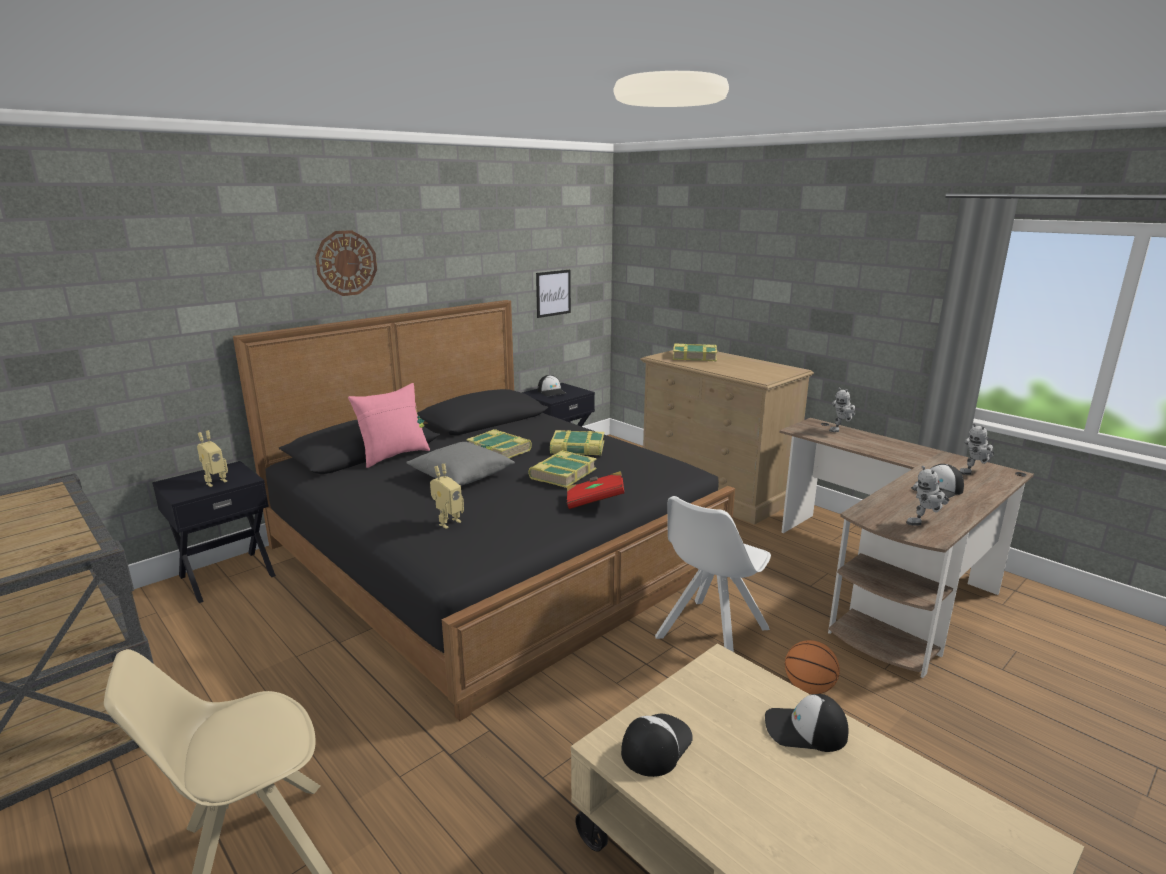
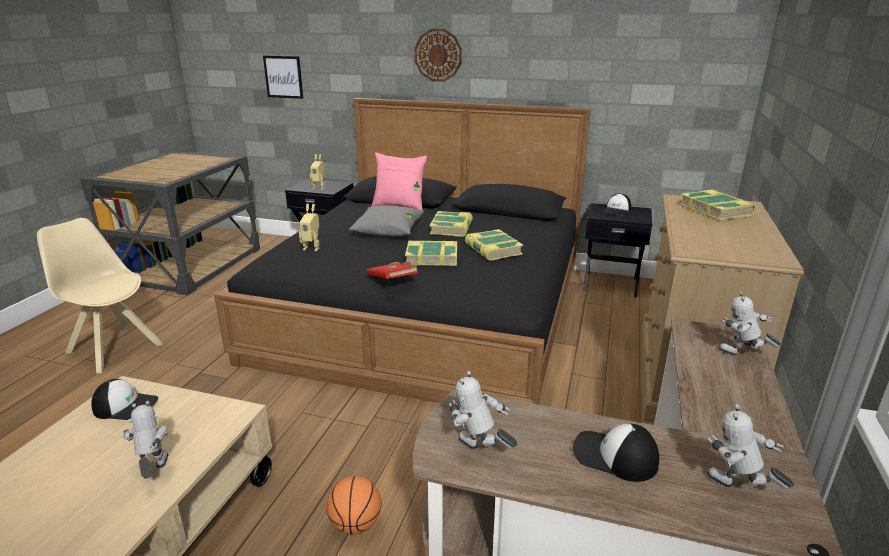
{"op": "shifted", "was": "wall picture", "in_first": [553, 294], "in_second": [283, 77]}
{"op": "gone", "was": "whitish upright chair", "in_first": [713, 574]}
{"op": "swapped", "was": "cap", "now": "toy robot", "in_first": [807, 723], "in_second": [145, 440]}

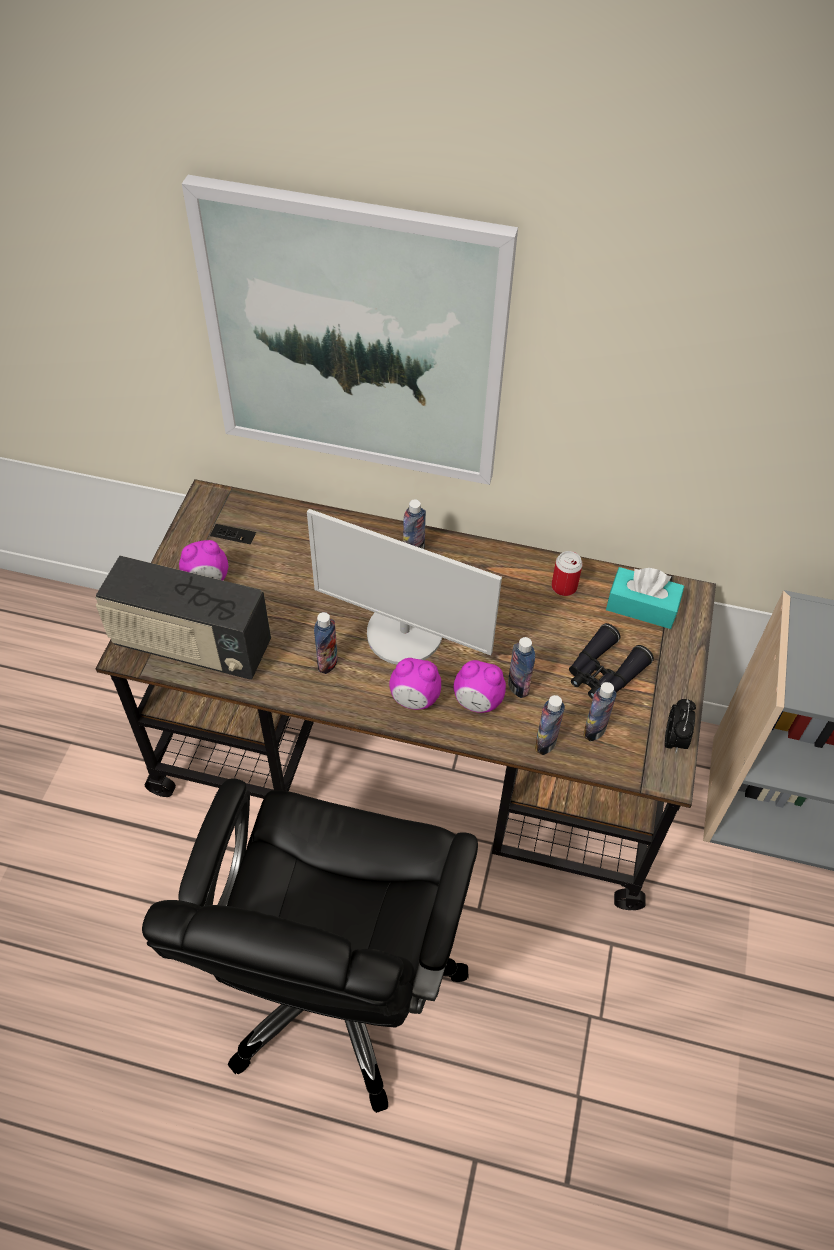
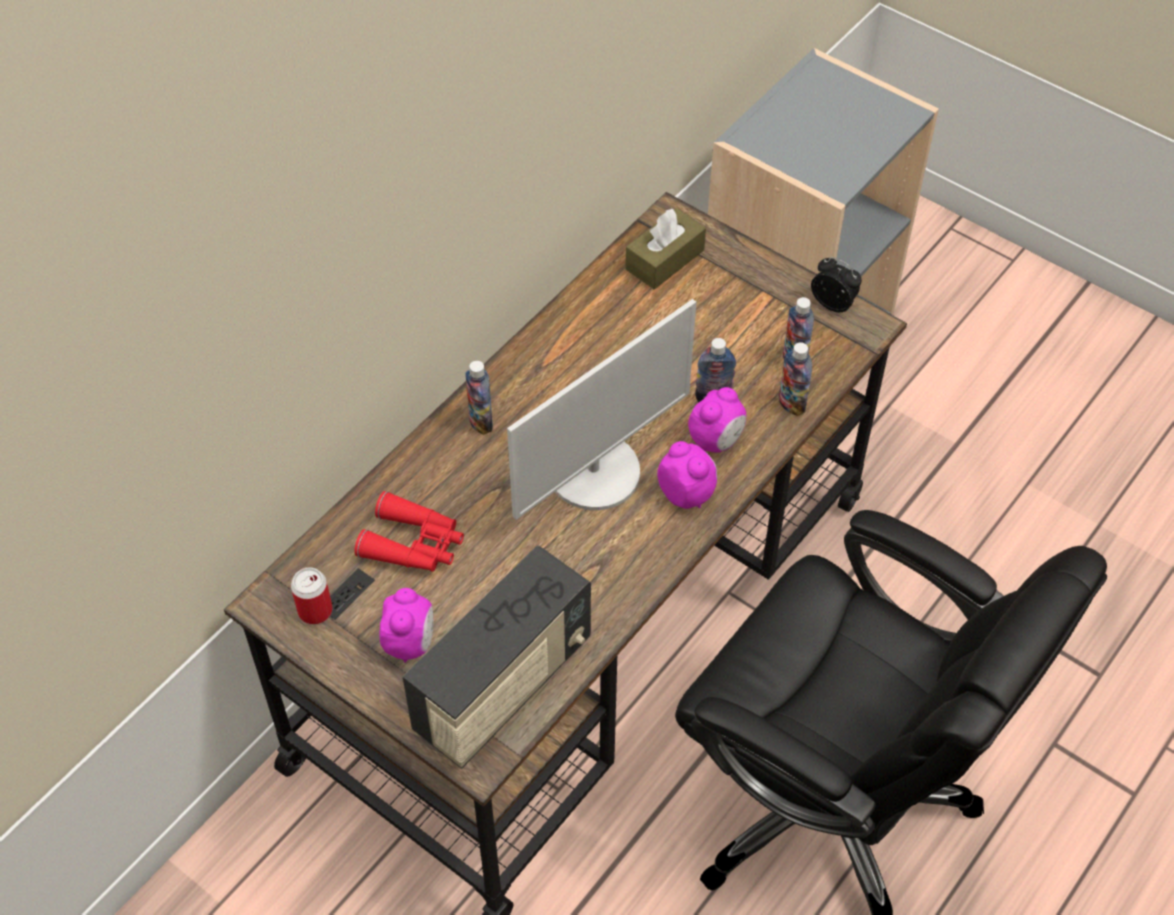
{"op": "gone", "was": "wall picture", "in_first": [350, 330]}
{"op": "shifted", "was": "can", "in_first": [567, 573], "in_second": [312, 595]}
{"op": "repainted", "was": "blue-green tissue box", "now": "brown tissue box", "in_first": [645, 598], "in_second": [665, 248]}
{"op": "gone", "was": "beverage bottle", "in_first": [326, 643]}
{"op": "gone", "was": "black-coloured field glasses", "in_first": [611, 661]}
{"op": "rotated", "was": "bedside clock", "in_first": [415, 684], "in_second": [687, 475], "clockwise": -75}
{"op": "new", "now": "red field glasses", "in_second": [409, 531]}

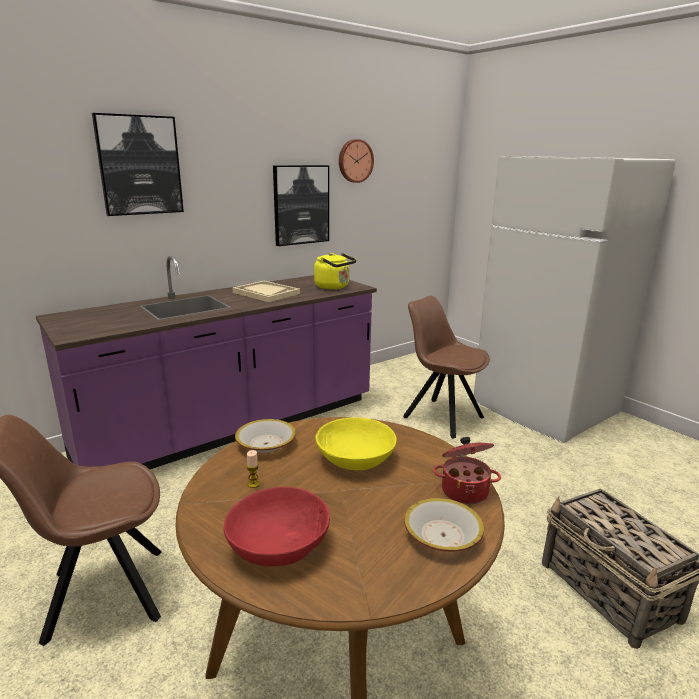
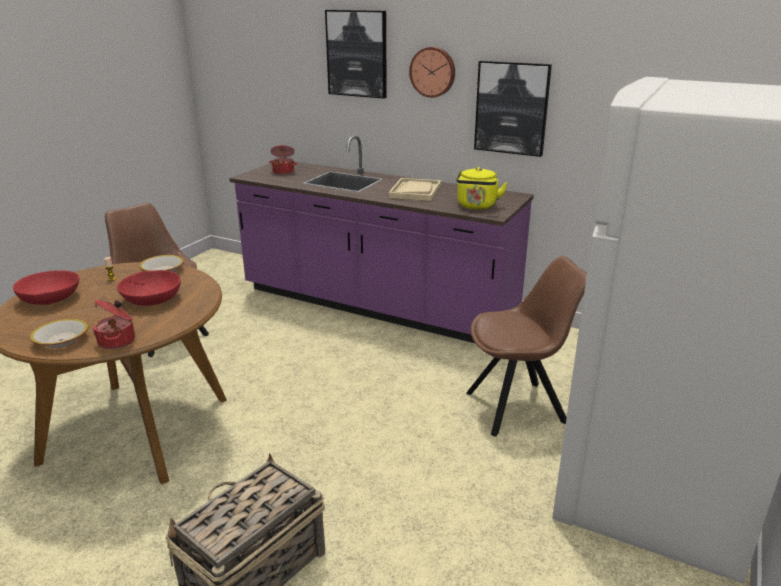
{"op": "shifted", "was": "hanging clock", "in_first": [356, 161], "in_second": [432, 72]}
{"op": "rotated", "was": "brown upright chair", "in_first": [446, 367], "in_second": [526, 346], "clockwise": 60}
{"op": "repainted", "was": "yellow bowl", "now": "red bowl", "in_first": [356, 443], "in_second": [149, 288]}
{"op": "new", "now": "cooking pot", "in_second": [283, 160]}

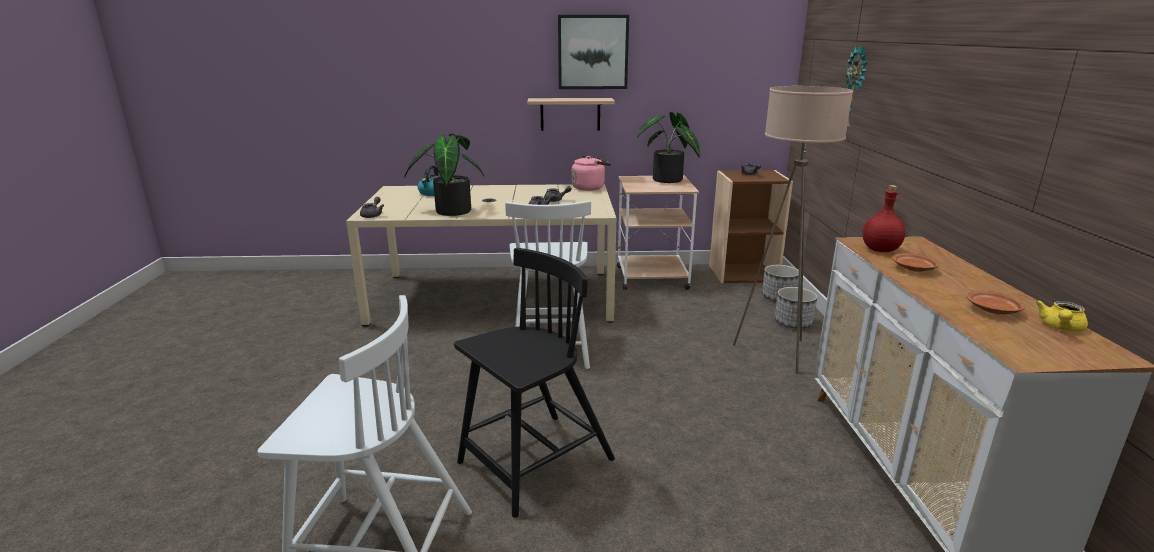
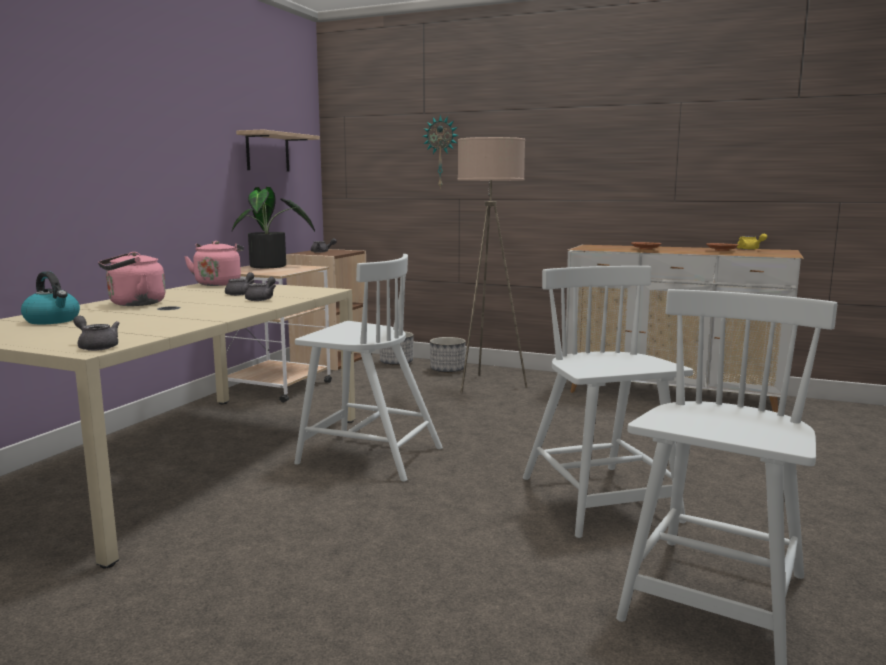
{"op": "gone", "was": "wall picture", "in_first": [593, 52]}
{"op": "shifted", "was": "shelf", "in_first": [571, 114], "in_second": [278, 150]}
{"op": "gone", "was": "potted plant", "in_first": [444, 174]}
{"op": "gone", "was": "red beverage bottle", "in_first": [884, 218]}
{"op": "repainted", "was": "black-coloured upright chair", "now": "whitish upright chair", "in_first": [534, 383], "in_second": [608, 402]}
{"op": "new", "now": "pink-coloured kettle", "in_second": [132, 279]}

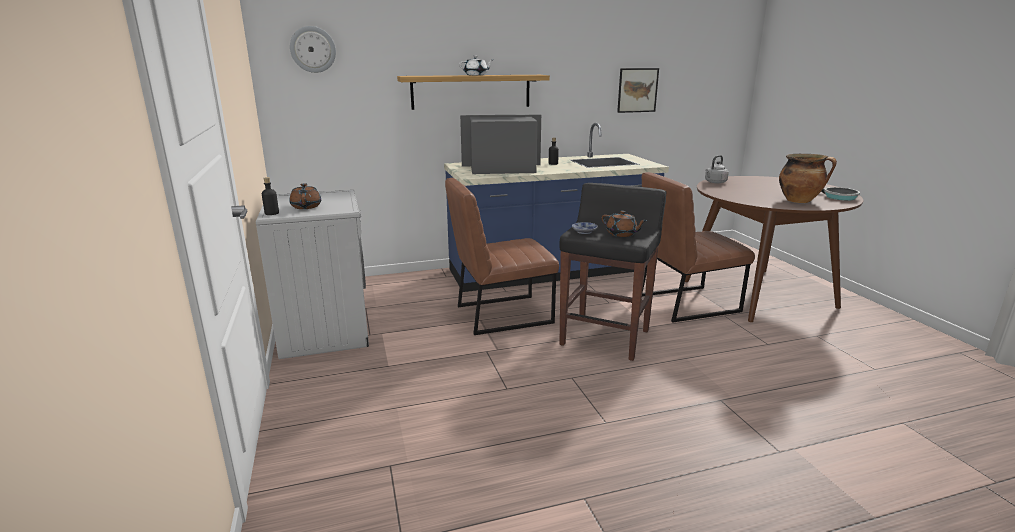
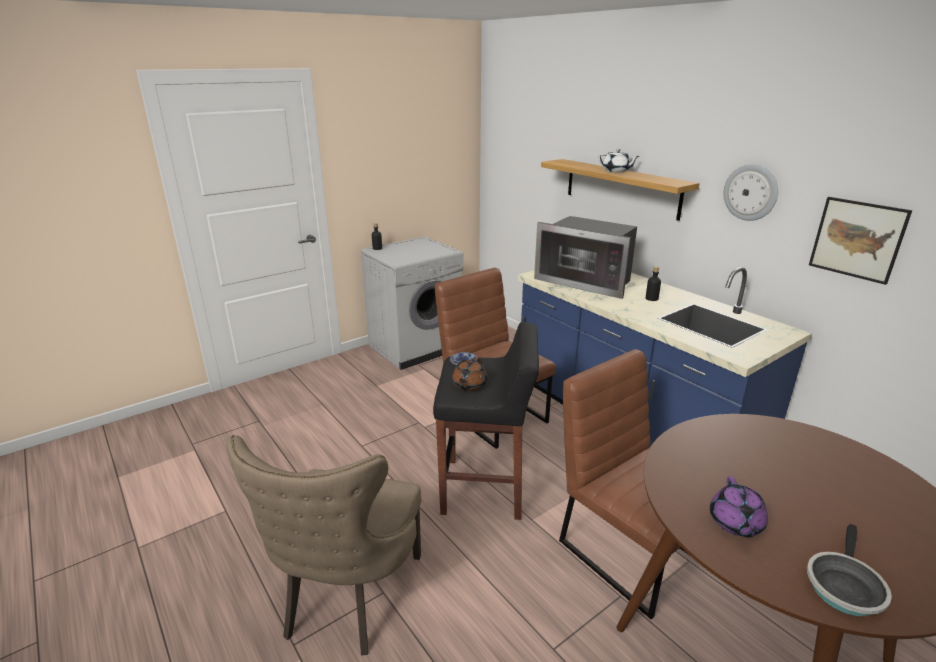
{"op": "shifted", "was": "hanging clock", "in_first": [313, 49], "in_second": [750, 192]}
{"op": "rotated", "was": "microwave oven", "in_first": [500, 144], "in_second": [585, 257], "clockwise": 150}
{"op": "swapped", "was": "cooking pot", "now": "purple-coloured teapot", "in_first": [808, 178], "in_second": [739, 506]}
{"op": "gone", "was": "grey kettle", "in_first": [717, 169]}
{"op": "gone", "was": "brown teapot", "in_first": [305, 196]}
{"op": "new", "now": "beige upright chair", "in_second": [323, 545]}

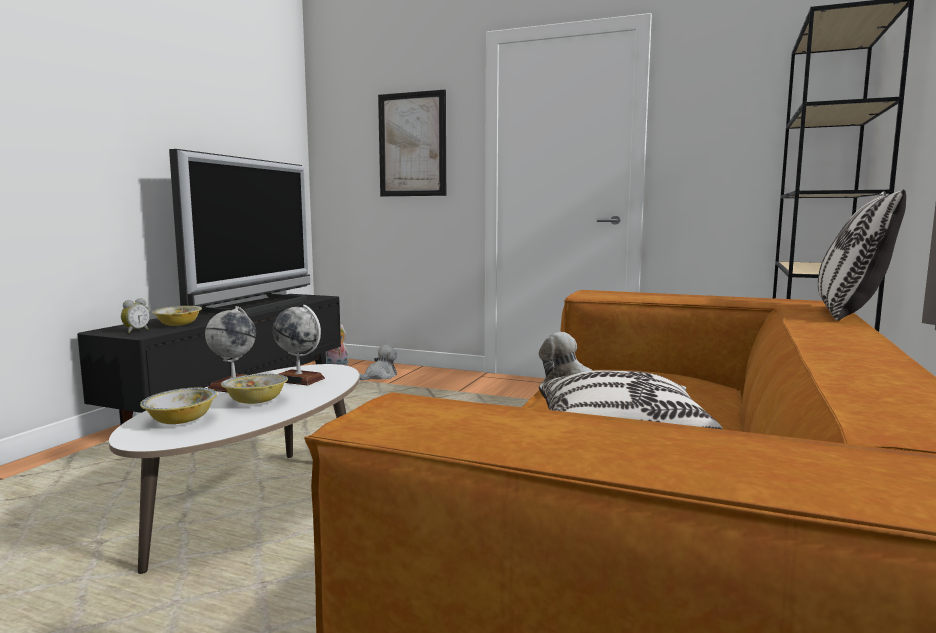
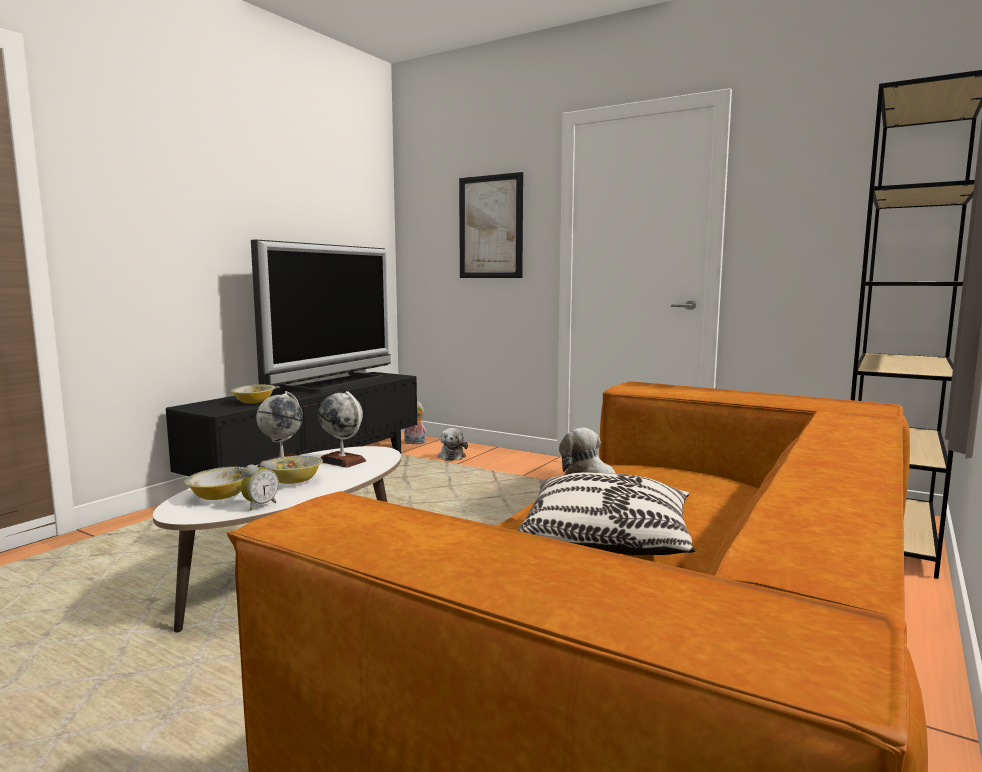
{"op": "gone", "was": "throw pillow", "in_first": [862, 255]}
{"op": "shifted", "was": "bedside clock", "in_first": [135, 315], "in_second": [260, 485]}
{"op": "rotated", "was": "plush toy", "in_first": [378, 362], "in_second": [452, 444], "clockwise": 120}

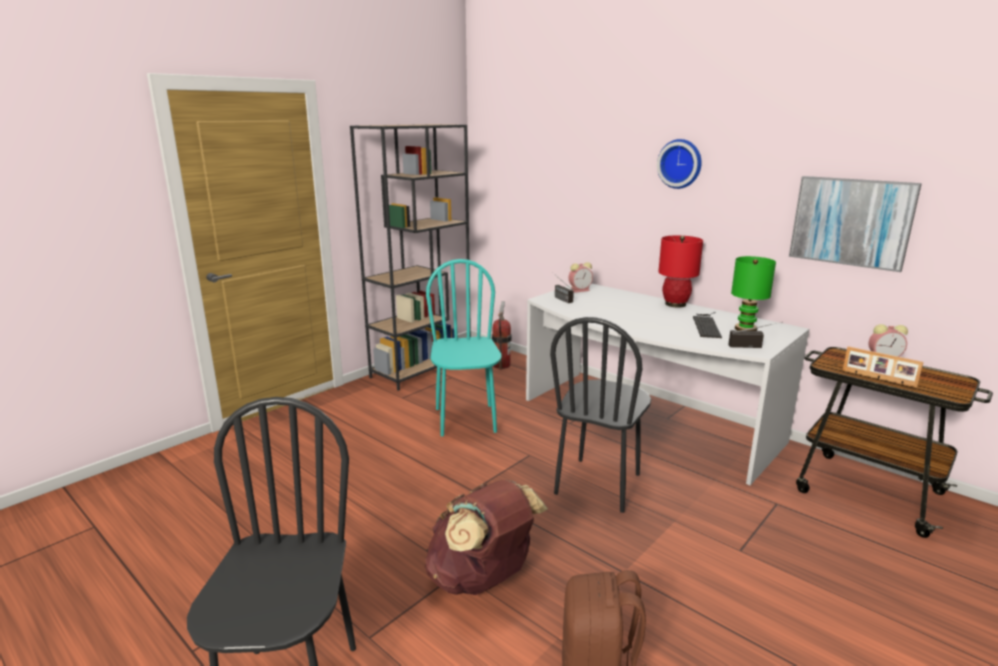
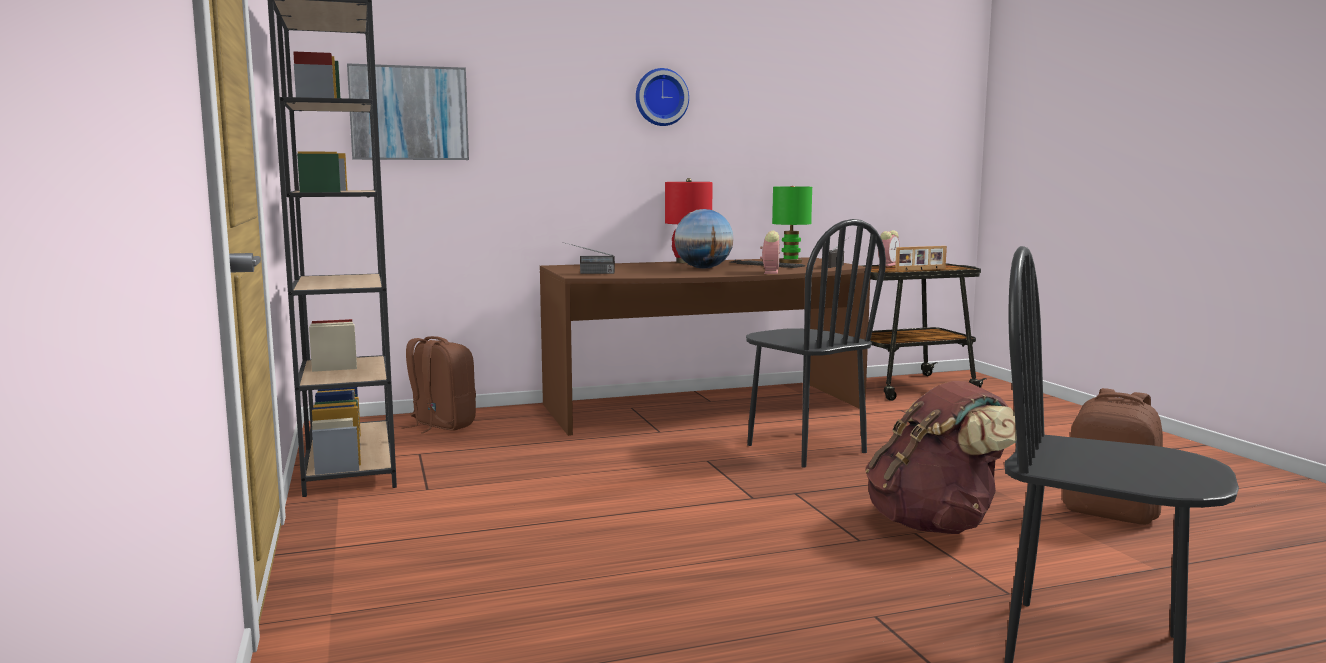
{"op": "shifted", "was": "wall picture", "in_first": [855, 224], "in_second": [408, 111]}
{"op": "gone", "was": "blue-green upright chair", "in_first": [463, 348]}
{"op": "shifted", "was": "bedside clock", "in_first": [581, 277], "in_second": [770, 252]}
{"op": "repainted", "was": "whitish desk unit", "now": "brown desk unit", "in_first": [667, 384], "in_second": [705, 346]}
{"op": "swapped", "was": "fire extinguisher", "now": "brown rucksack", "in_first": [502, 335], "in_second": [439, 384]}
{"op": "new", "now": "desk globe", "in_second": [704, 239]}

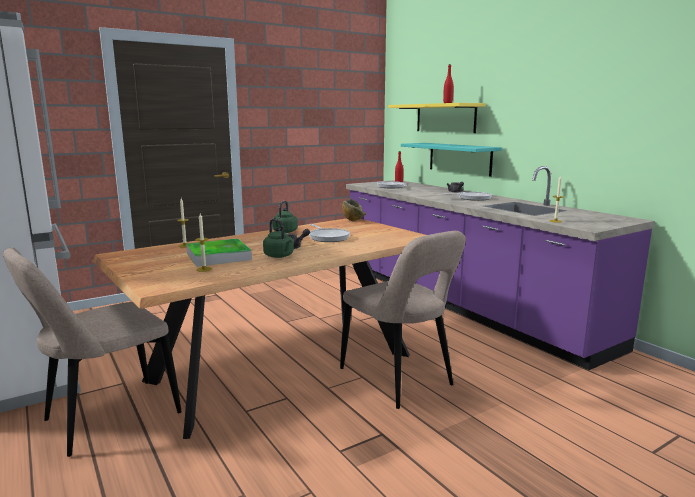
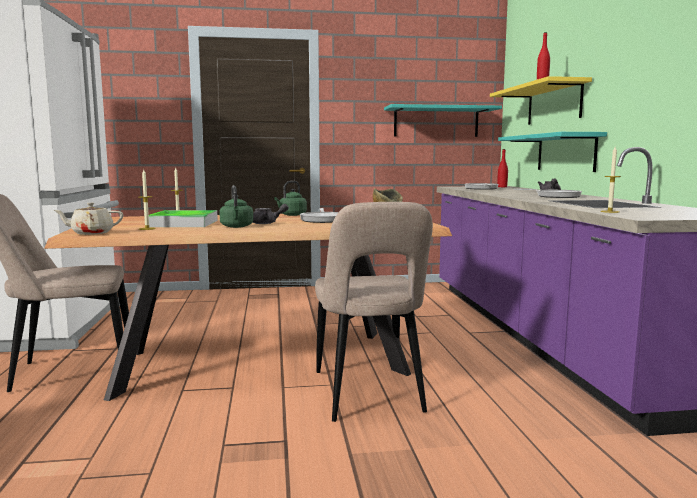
{"op": "new", "now": "blue-green shelf", "in_second": [443, 120]}
{"op": "new", "now": "beige teapot", "in_second": [88, 218]}

